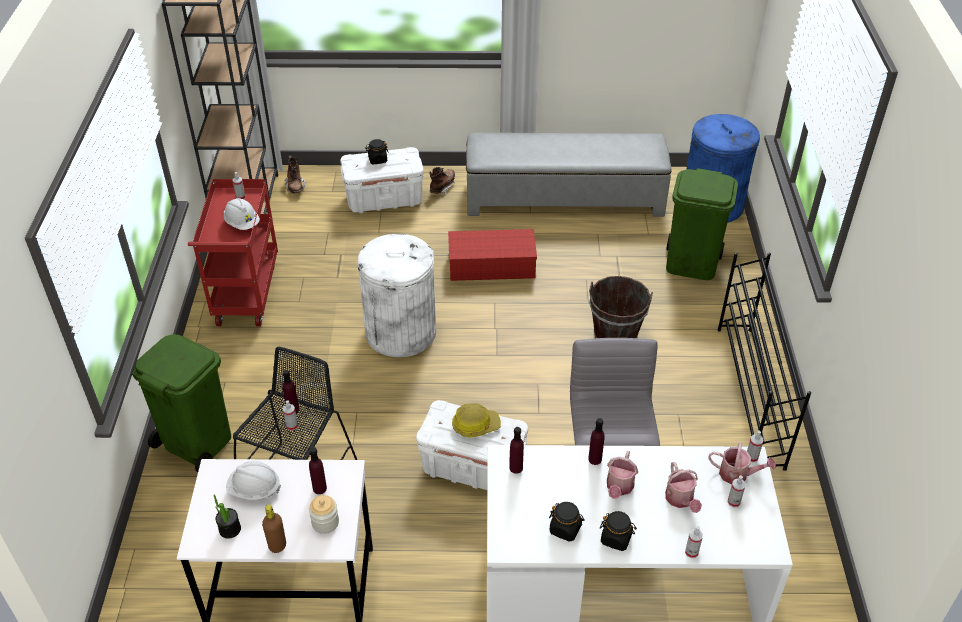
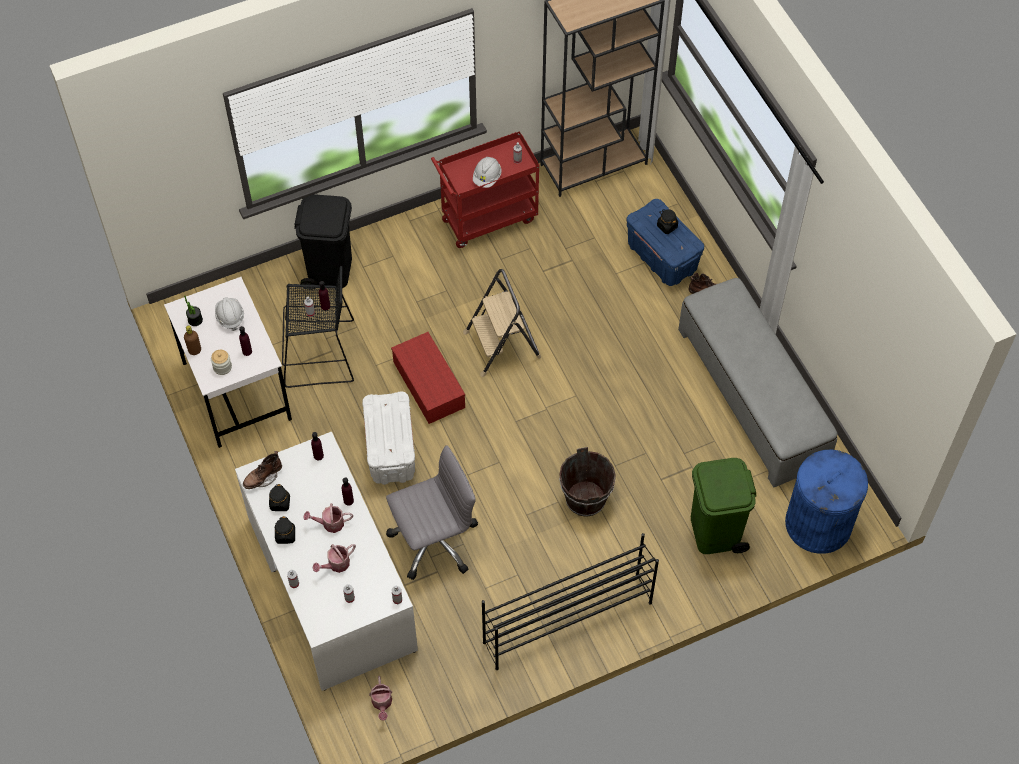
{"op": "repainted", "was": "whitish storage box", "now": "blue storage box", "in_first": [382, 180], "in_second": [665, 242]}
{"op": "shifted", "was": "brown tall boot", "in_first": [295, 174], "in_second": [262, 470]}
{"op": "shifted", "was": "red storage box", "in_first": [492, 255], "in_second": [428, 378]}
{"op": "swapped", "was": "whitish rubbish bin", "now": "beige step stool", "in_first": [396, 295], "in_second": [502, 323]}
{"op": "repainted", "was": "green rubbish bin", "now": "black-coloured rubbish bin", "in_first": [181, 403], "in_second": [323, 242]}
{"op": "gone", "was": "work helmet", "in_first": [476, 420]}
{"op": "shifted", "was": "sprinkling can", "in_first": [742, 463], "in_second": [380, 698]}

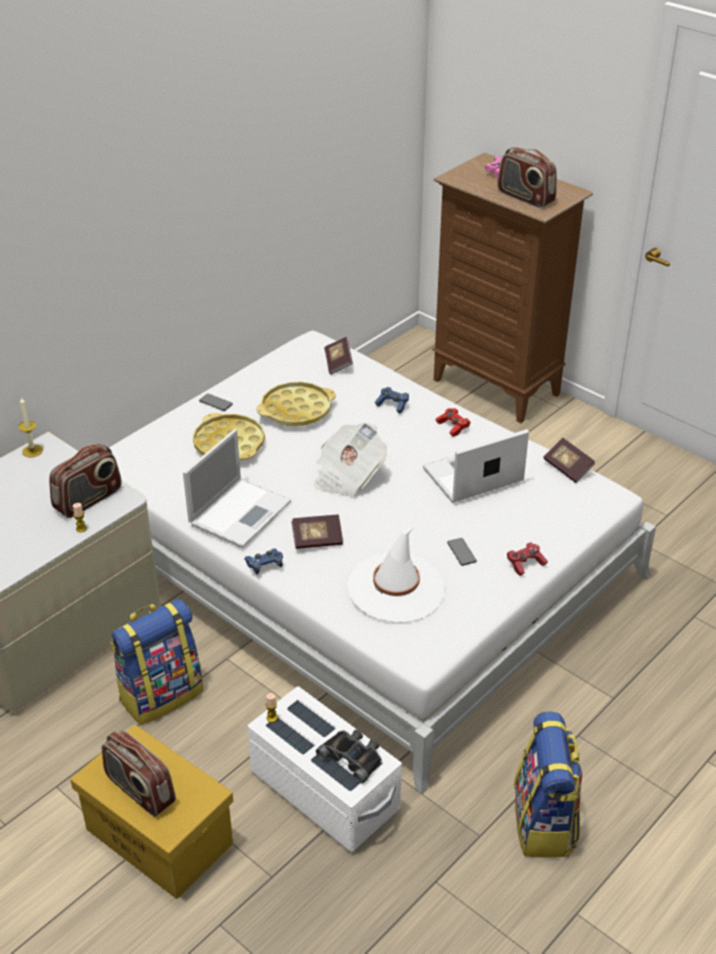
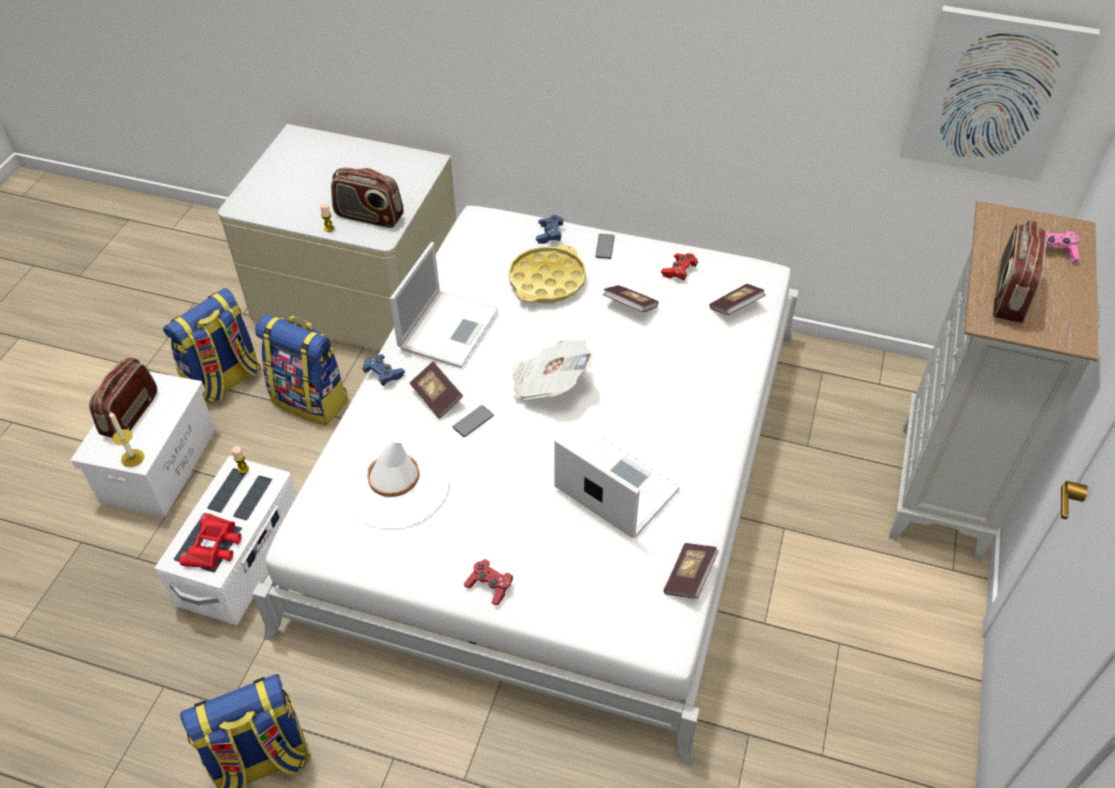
{"op": "repainted", "was": "brown dresser", "now": "whitish dresser", "in_first": [512, 288], "in_second": [994, 381]}
{"op": "swapped", "was": "yellow tray", "now": "bound book", "in_first": [296, 404], "in_second": [631, 298]}
{"op": "shifted", "was": "blue gamepad", "in_first": [392, 400], "in_second": [550, 229]}
{"op": "shifted", "was": "wax candle", "in_first": [30, 427], "in_second": [126, 439]}
{"op": "shifted", "was": "red gamepad", "in_first": [453, 422], "in_second": [679, 267]}
{"op": "rotated", "was": "portable computer", "in_first": [237, 488], "in_second": [444, 305], "clockwise": -75}
{"op": "shifted", "was": "telephone", "in_first": [462, 552], "in_second": [473, 421]}
{"op": "repainted", "was": "yellow storage box", "now": "whitish storage box", "in_first": [151, 812], "in_second": [143, 444]}
{"op": "repainted", "was": "black-coloured field glasses", "now": "red field glasses", "in_first": [349, 757], "in_second": [211, 541]}
{"op": "new", "now": "wall picture", "in_second": [1000, 94]}
{"op": "new", "now": "rucksack", "in_second": [212, 347]}

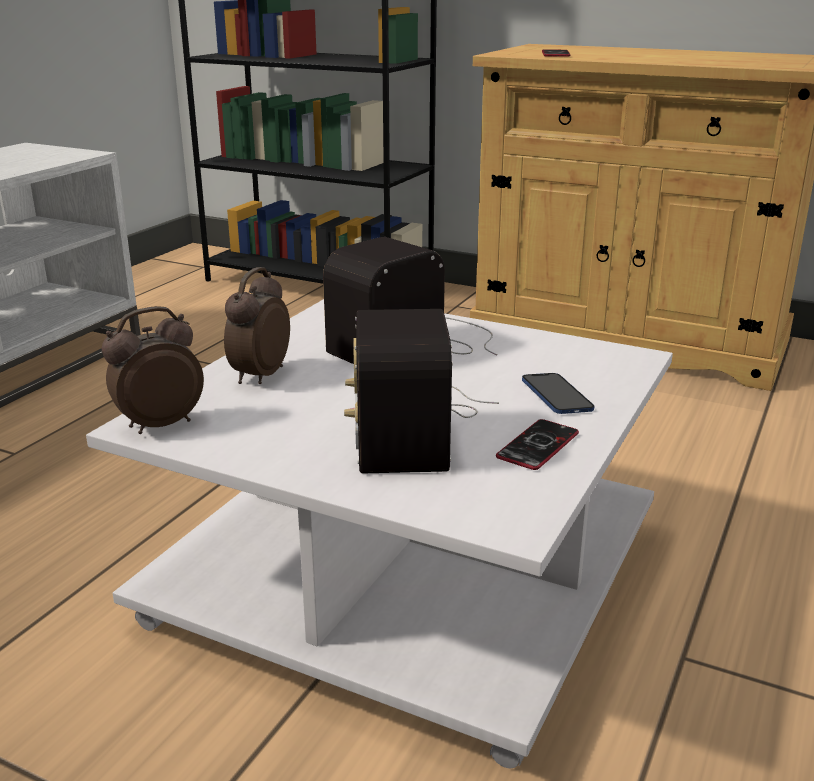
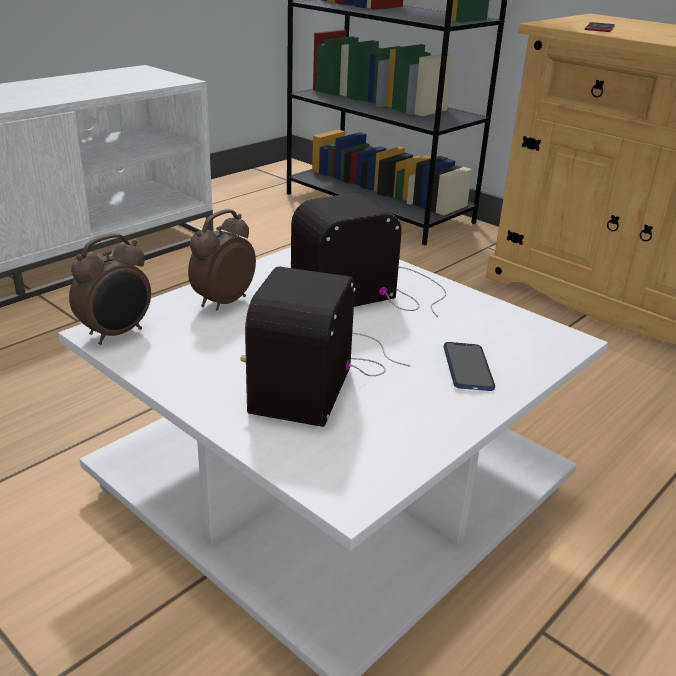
{"op": "rotated", "was": "bedside clock", "in_first": [153, 370], "in_second": [110, 289], "clockwise": 150}
{"op": "gone", "was": "telephone", "in_first": [537, 444]}

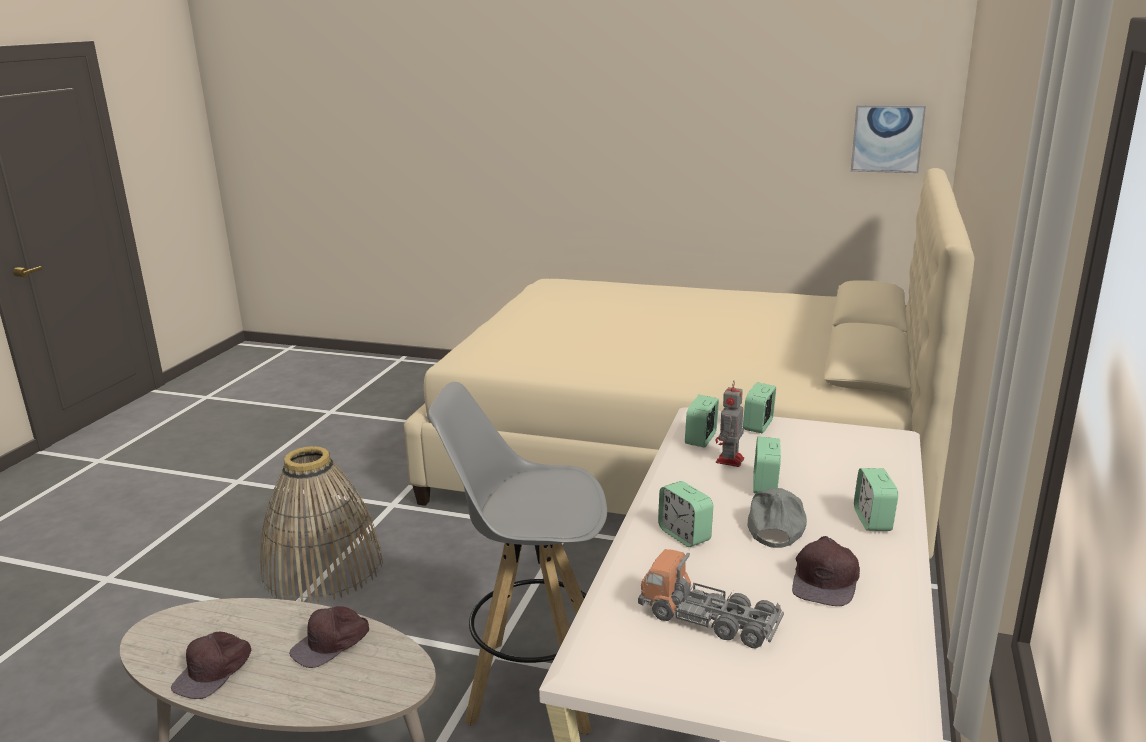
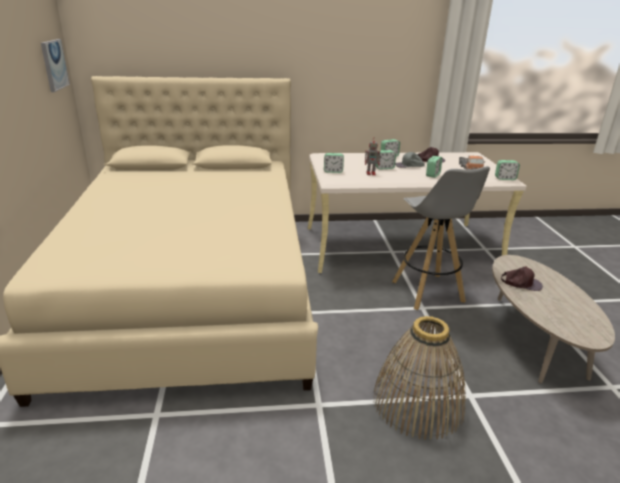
{"op": "shifted", "was": "bedside clock", "in_first": [702, 421], "in_second": [507, 170]}
{"op": "gone", "was": "brown cap", "in_first": [211, 665]}

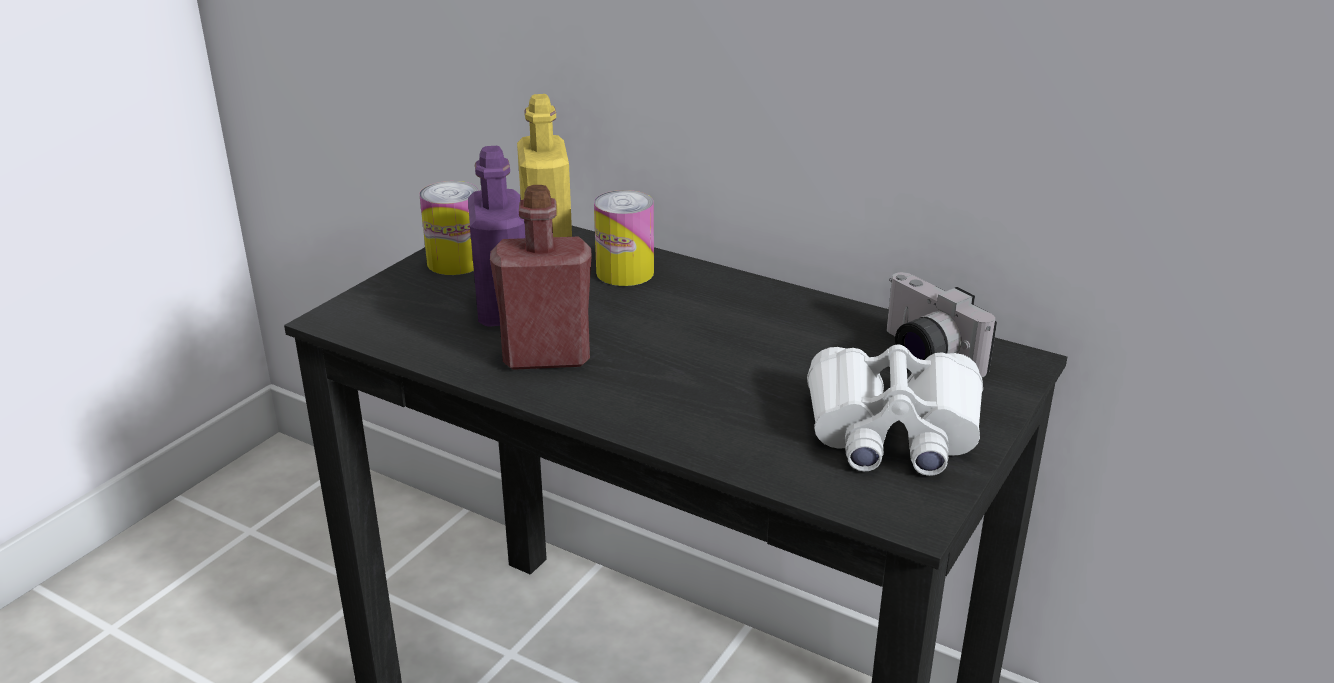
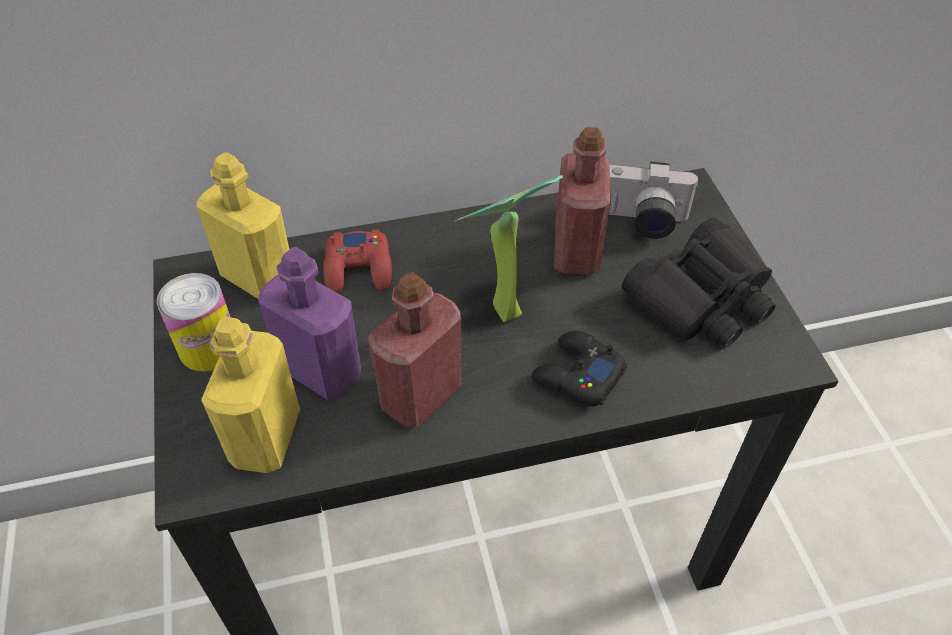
{"op": "swapped", "was": "can", "now": "red gamepad", "in_first": [624, 238], "in_second": [357, 262]}
{"op": "repainted", "was": "whitish field glasses", "now": "black-coloured field glasses", "in_first": [895, 410], "in_second": [699, 282]}
{"op": "new", "now": "red beverage bottle", "in_second": [582, 201]}
{"op": "new", "now": "potted plant", "in_second": [509, 248]}
{"op": "new", "now": "yellow beverage bottle", "in_second": [250, 395]}
{"op": "new", "now": "black-coloured gamepad", "in_second": [579, 369]}

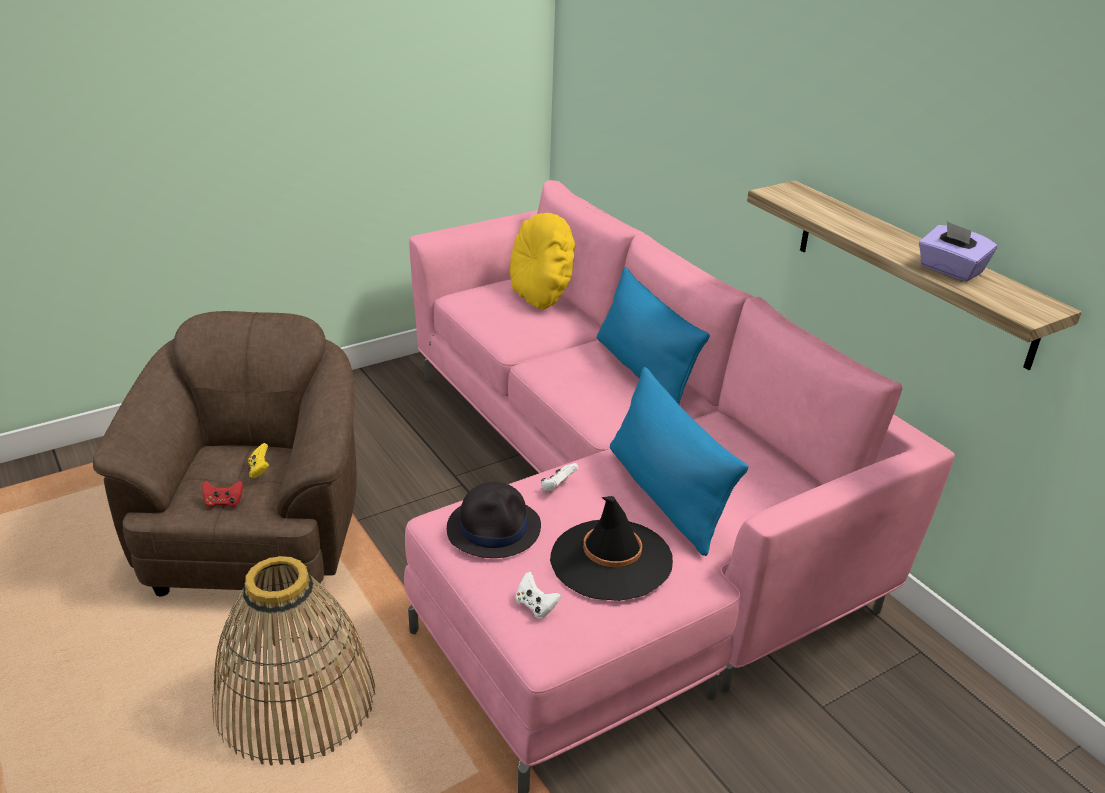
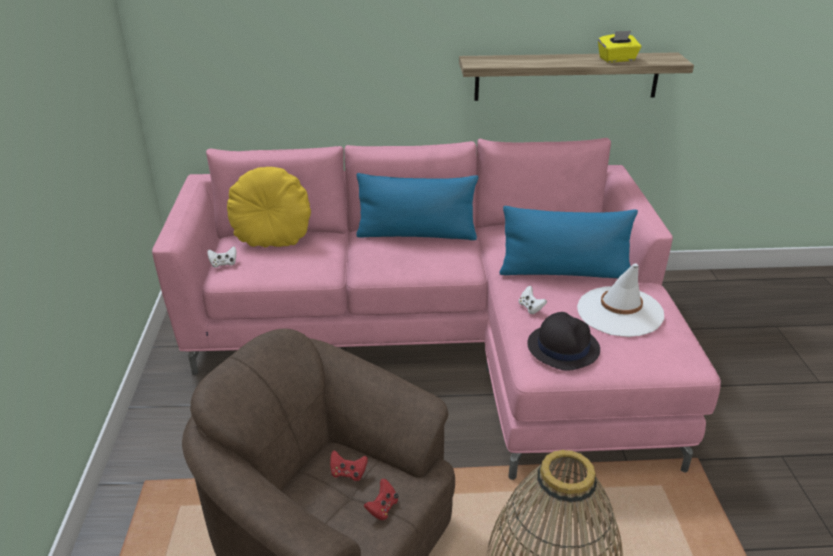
{"op": "repainted", "was": "purple-coloured tissue box", "now": "yellow tissue box", "in_first": [958, 251], "in_second": [619, 47]}
{"op": "repainted", "was": "yellow gamepad", "now": "red gamepad", "in_first": [258, 460], "in_second": [349, 465]}
{"op": "repainted", "was": "black-coloured hat", "now": "whitish hat", "in_first": [611, 548], "in_second": [620, 300]}
{"op": "shifted", "was": "whitish gamepad", "in_first": [538, 595], "in_second": [221, 257]}

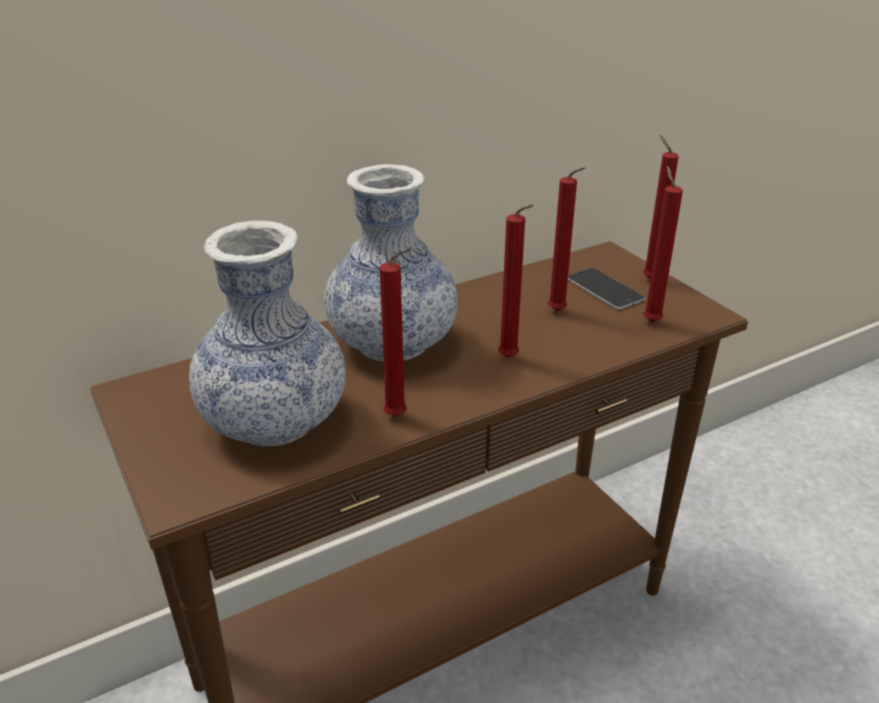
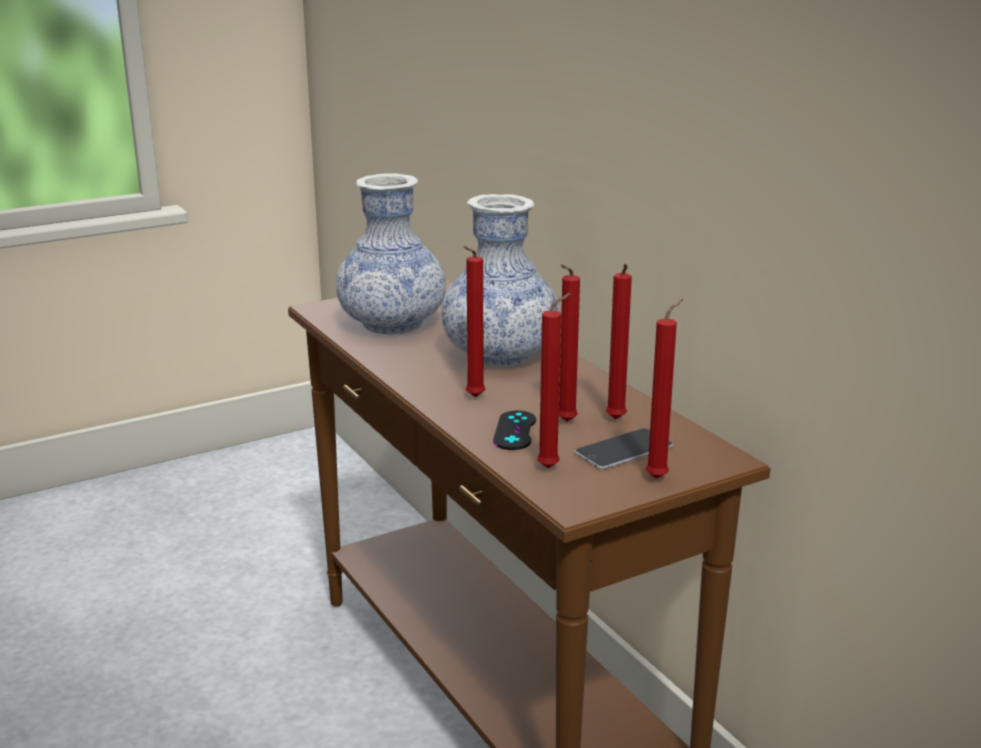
{"op": "shifted", "was": "red wax candle", "in_first": [395, 331], "in_second": [619, 341]}
{"op": "new", "now": "black-coloured gamepad", "in_second": [514, 430]}

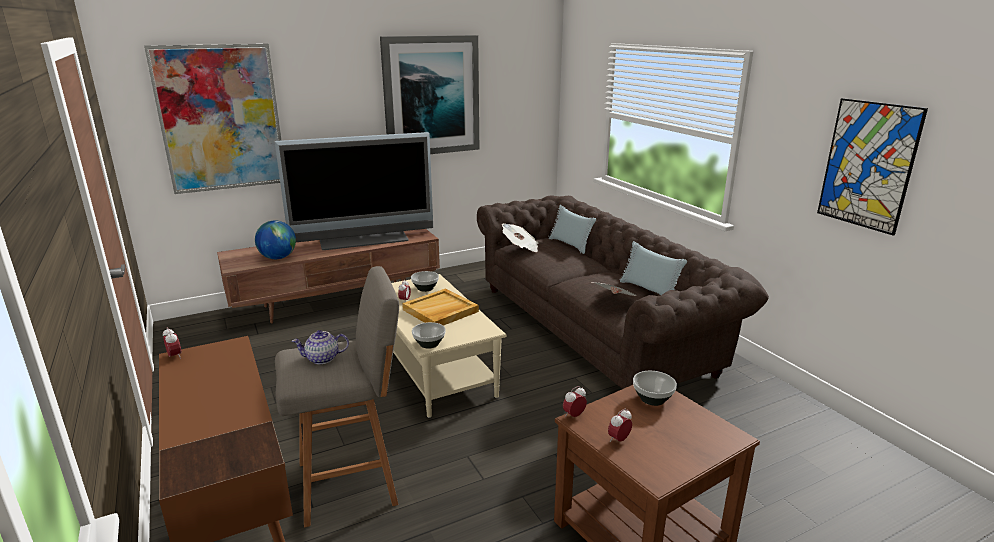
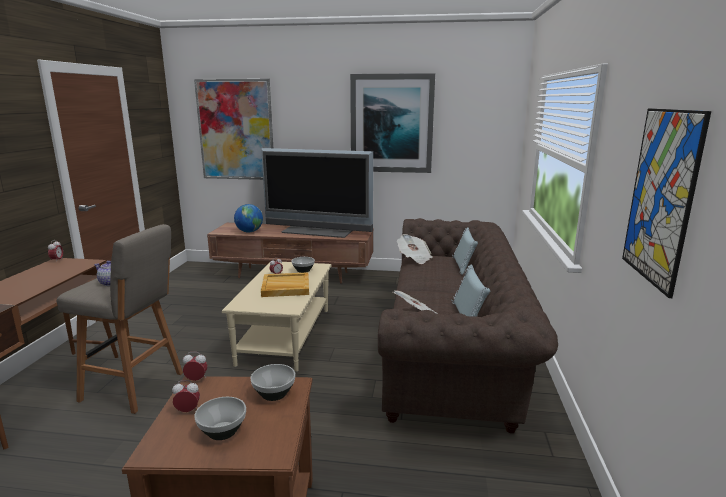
{"op": "shifted", "was": "bowl", "in_first": [429, 335], "in_second": [220, 418]}

